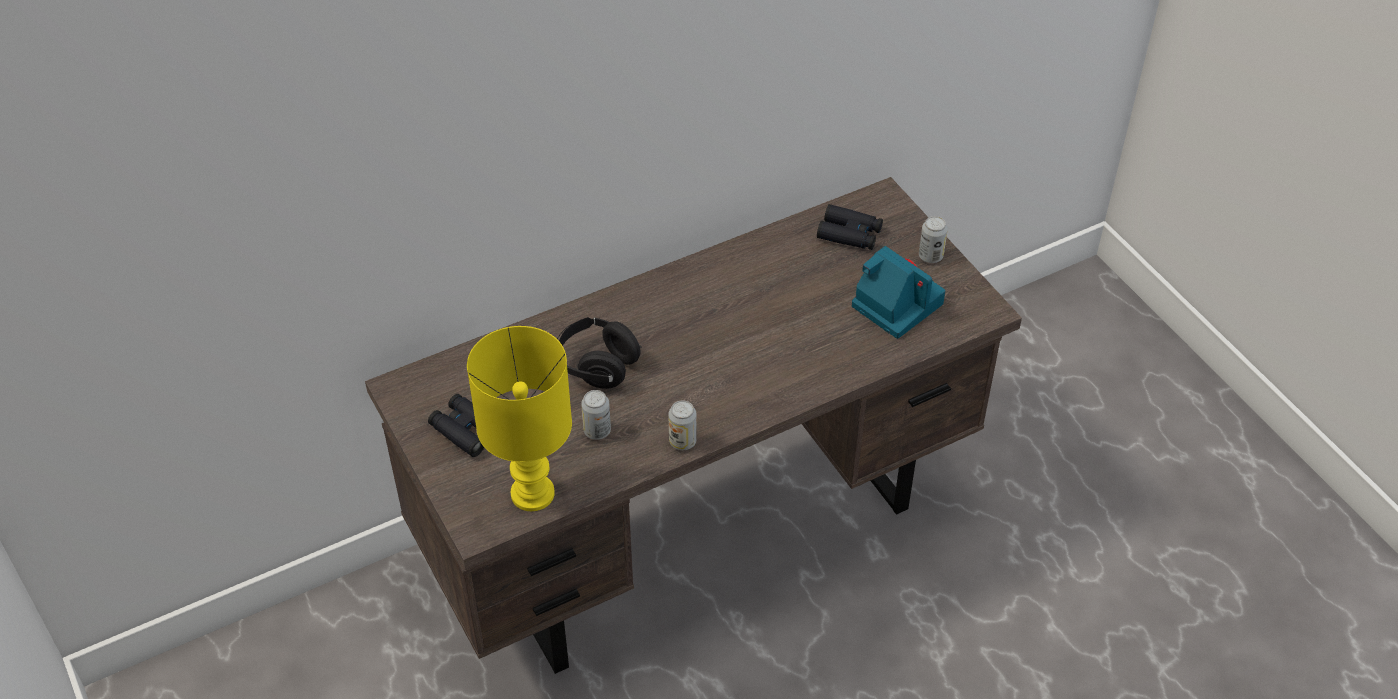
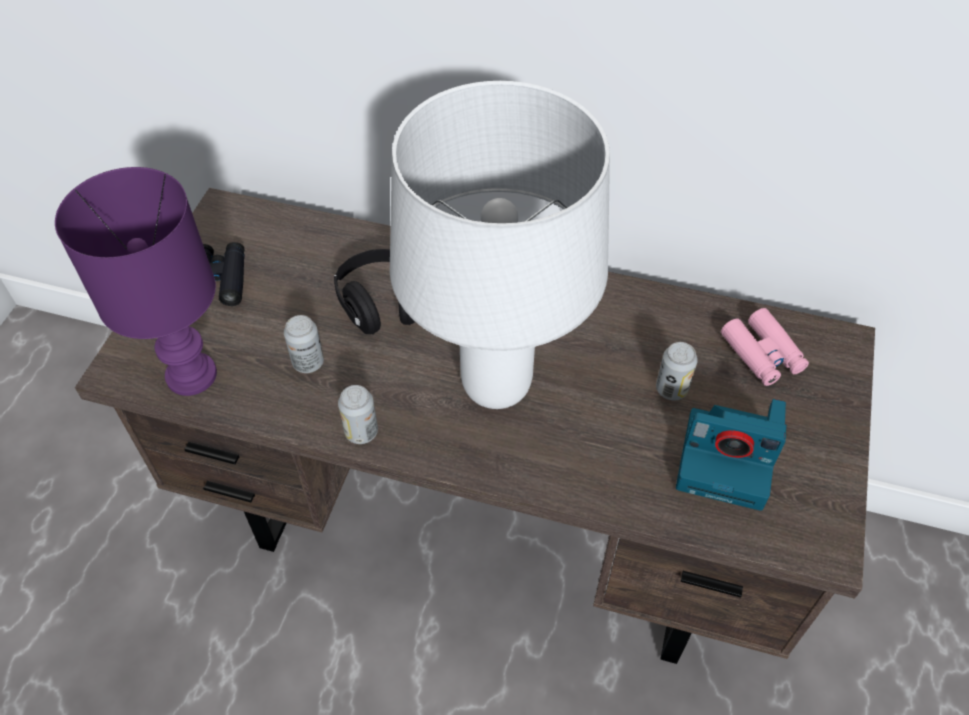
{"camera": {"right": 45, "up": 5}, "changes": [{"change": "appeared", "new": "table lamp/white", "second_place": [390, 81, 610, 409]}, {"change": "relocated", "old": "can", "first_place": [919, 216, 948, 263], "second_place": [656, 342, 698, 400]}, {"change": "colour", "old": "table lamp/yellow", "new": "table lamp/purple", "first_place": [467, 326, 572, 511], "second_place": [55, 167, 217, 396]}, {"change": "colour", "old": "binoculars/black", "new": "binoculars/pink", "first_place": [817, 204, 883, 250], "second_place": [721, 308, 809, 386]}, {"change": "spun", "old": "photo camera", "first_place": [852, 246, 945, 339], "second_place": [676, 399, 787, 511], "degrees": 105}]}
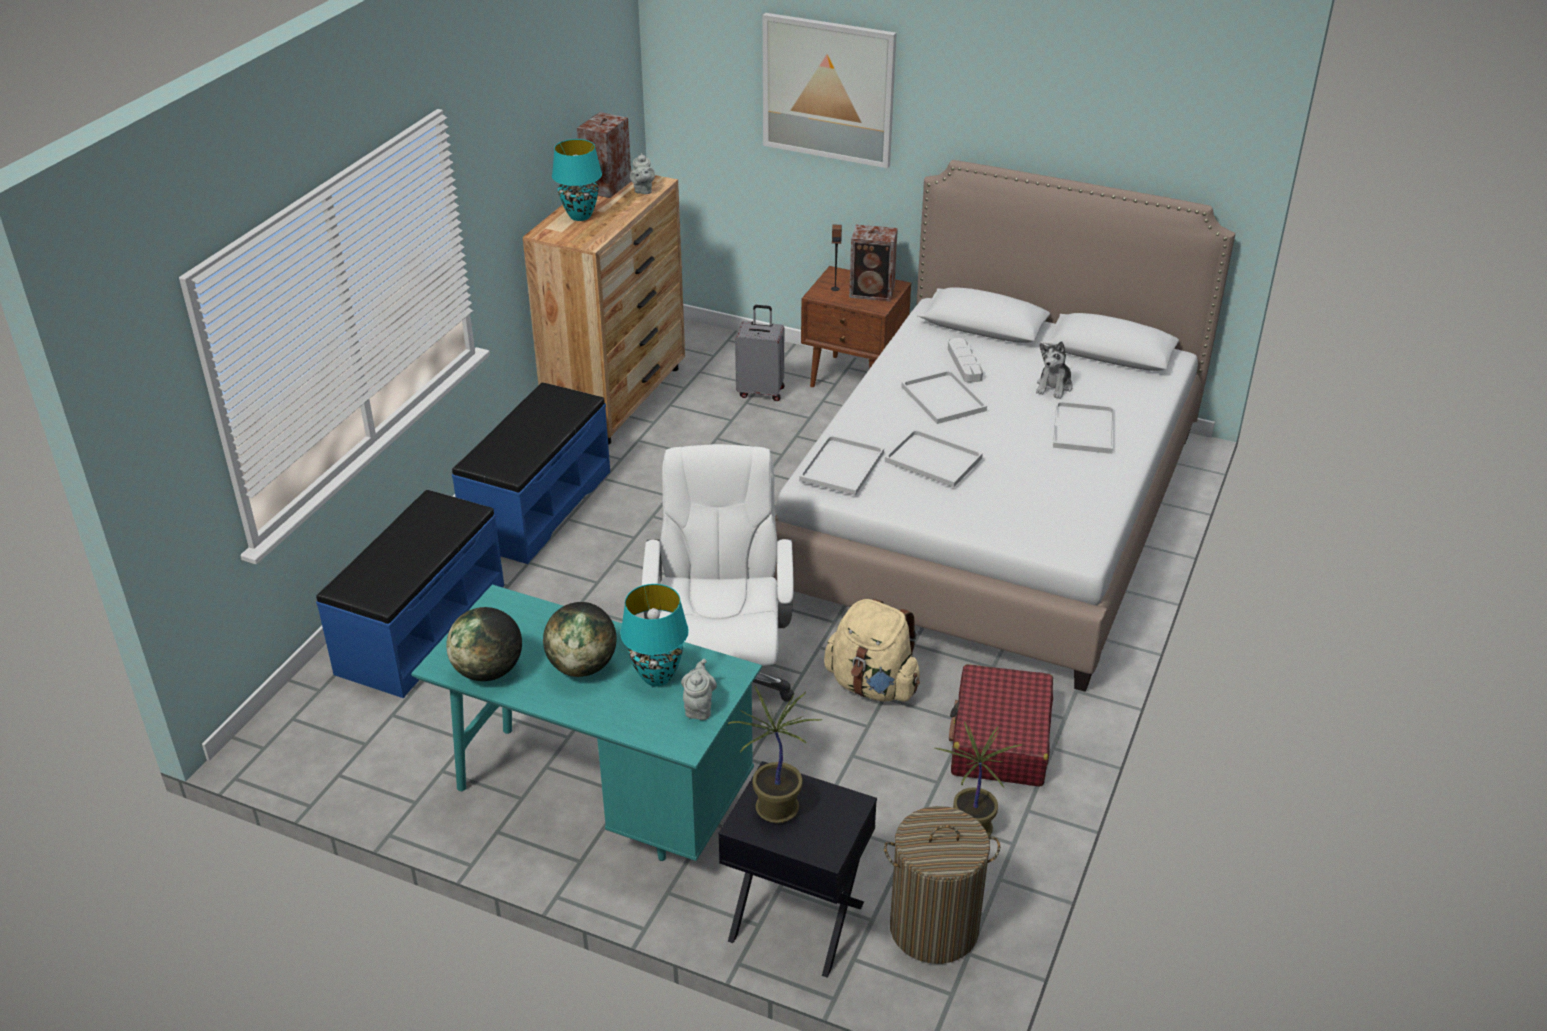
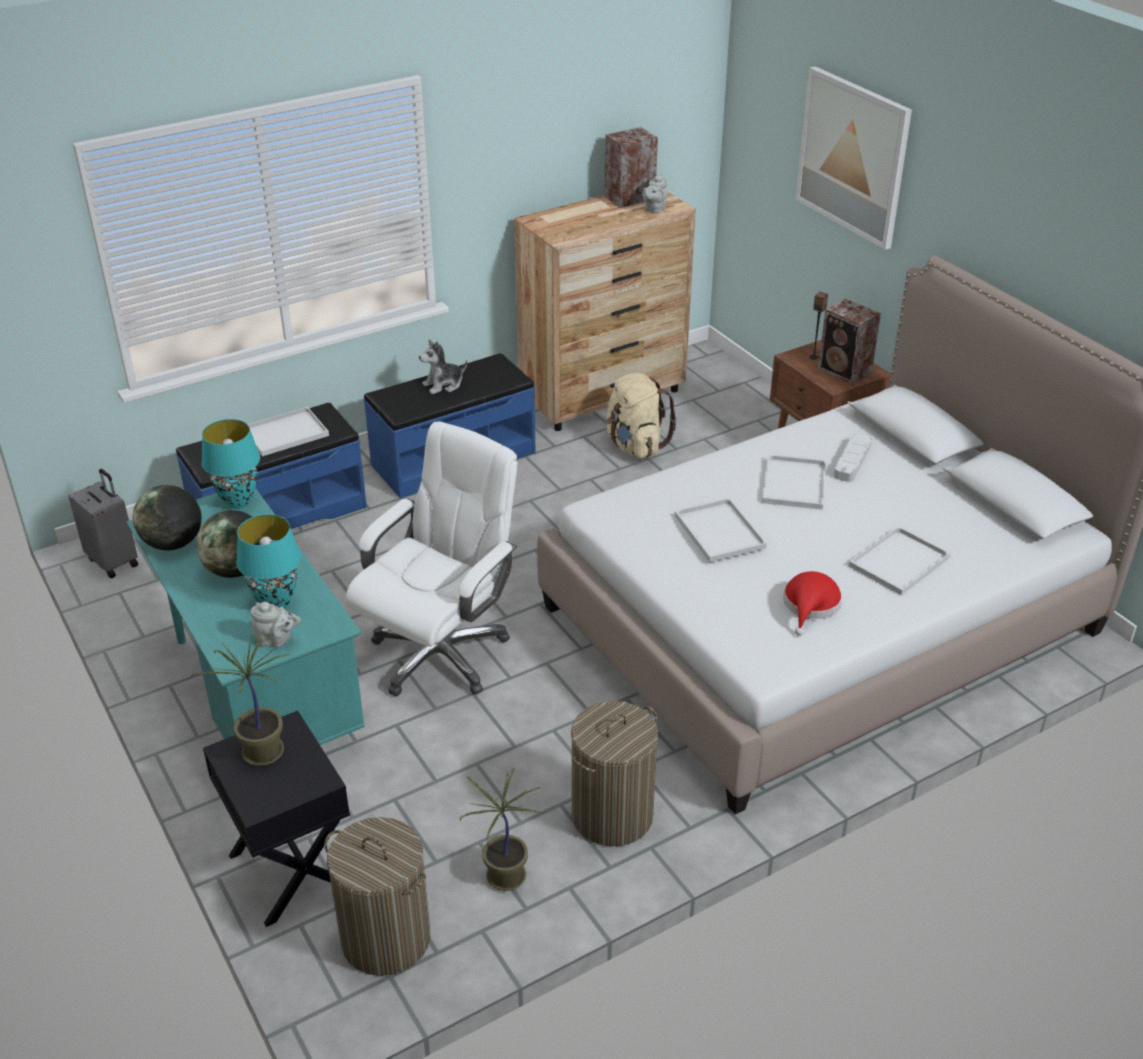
{"camera": {"right": 35, "up": 0}, "changes": [{"change": "appeared", "new": "hat/red", "second_place": [783, 571, 842, 636]}, {"change": "relocated", "old": "table lamp/turquoise", "first_place": [552, 139, 602, 221], "second_place": [202, 419, 260, 509]}, {"change": "relocated", "old": "suitcase/grey", "first_place": [735, 305, 785, 401], "second_place": [68, 469, 138, 578]}, {"change": "relocated", "old": "tray/white", "first_place": [799, 435, 884, 496], "second_place": [248, 407, 329, 456]}, {"change": "relocated", "old": "backpack/beige", "first_place": [824, 599, 920, 702], "second_place": [606, 373, 677, 459]}, {"change": "relocated", "old": "plush toy", "first_place": [1036, 341, 1073, 399], "second_place": [419, 339, 467, 394]}, {"change": "exchanged", "old": "suitcase/red", "new": "laundry basket", "first_place": [949, 664, 1053, 787], "second_place": [571, 701, 658, 846]}, {"change": "spun", "old": "teapot/grey", "first_place": [681, 659, 717, 720], "second_place": [251, 602, 301, 648], "degrees": 60}]}
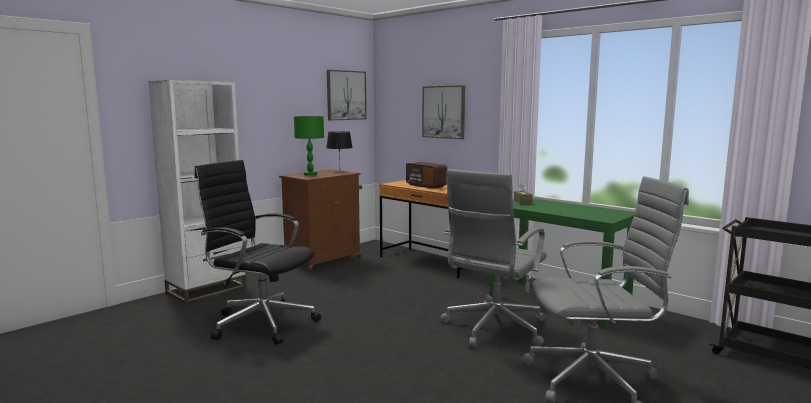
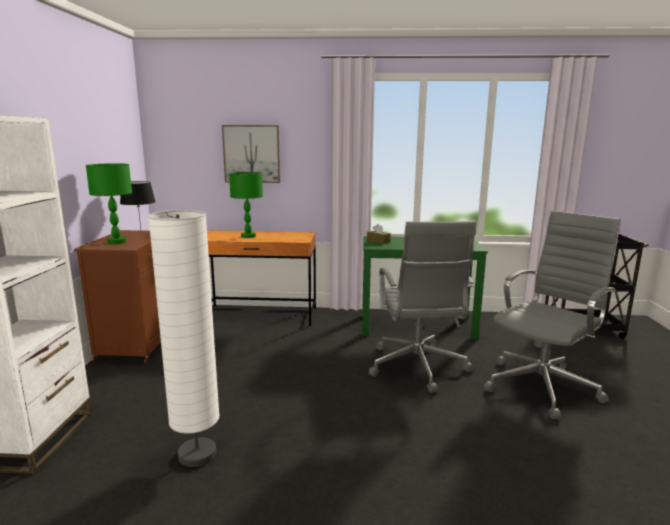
{"camera": {"right": -40, "up": 5}, "changes": [{"change": "missing", "old": "picture", "first_place": [327, 70, 367, 120]}, {"change": "exchanged", "old": "office chair/black", "new": "floor lamp/white", "first_place": [195, 160, 321, 345], "second_place": [148, 210, 220, 467]}, {"change": "exchanged", "old": "radio", "new": "table lamp/green", "first_place": [406, 162, 447, 189], "second_place": [229, 172, 263, 238]}]}
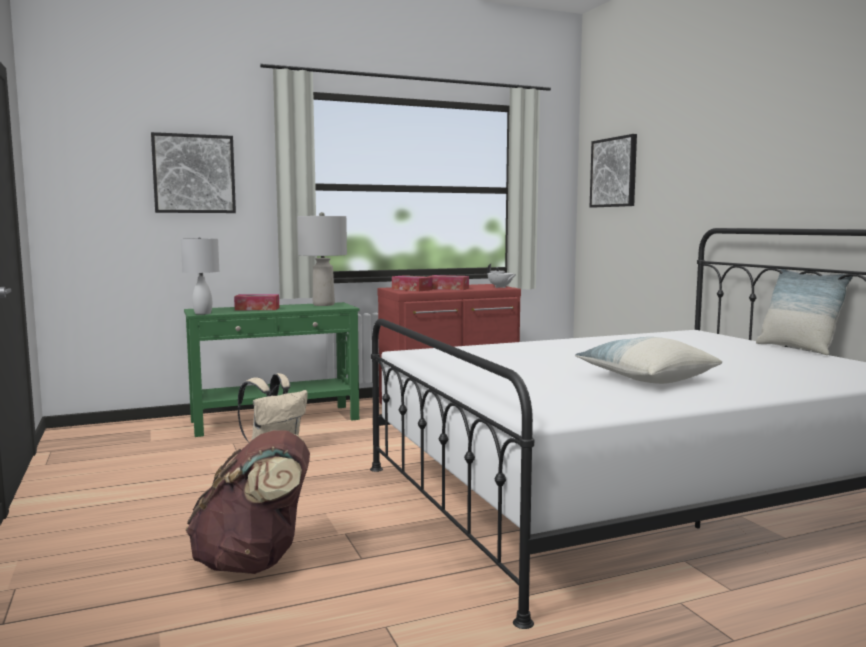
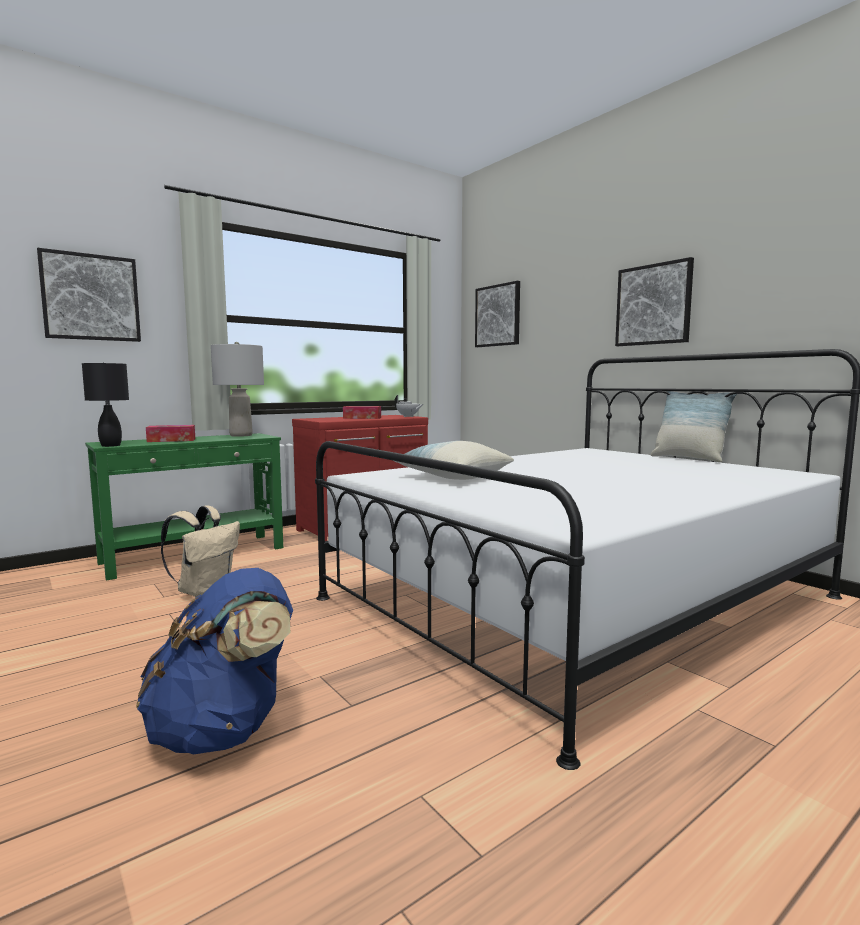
{"camera": {"right": -15, "up": 0}, "changes": [{"change": "missing", "old": "tissue box", "first_place": [392, 275, 432, 291]}, {"change": "appeared", "new": "picture", "second_place": [615, 257, 694, 346]}, {"change": "relocated", "old": "pillow", "first_place": [575, 337, 722, 384], "second_place": [392, 441, 514, 480]}, {"change": "colour", "old": "table lamp/white", "new": "table lamp/black", "first_place": [181, 237, 219, 315], "second_place": [82, 362, 129, 447]}, {"change": "colour", "old": "backpack/brown", "new": "backpack/blue", "first_place": [186, 430, 310, 574], "second_place": [136, 568, 293, 754]}]}
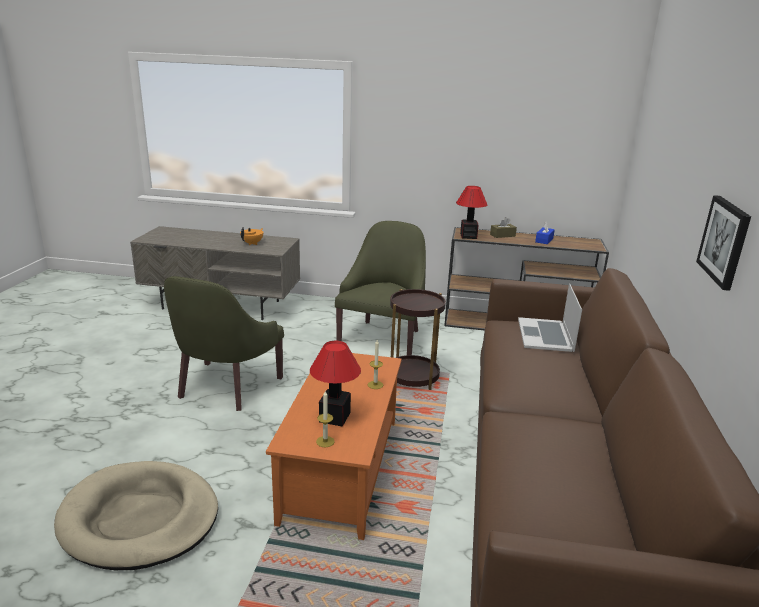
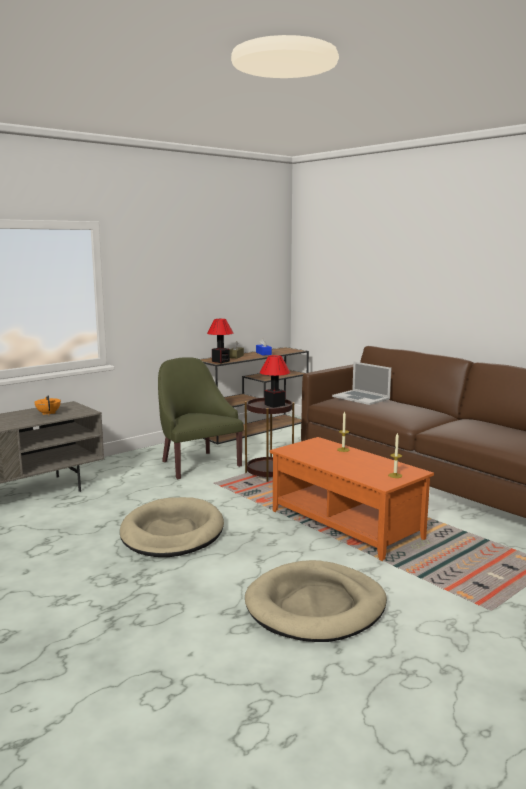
{"camera": {"right": -50, "up": -10}, "changes": [{"change": "missing", "old": "picture", "first_place": [696, 195, 751, 291]}, {"change": "relocated", "old": "table lamp", "first_place": [310, 341, 361, 426], "second_place": [260, 355, 290, 408]}, {"change": "exchanged", "old": "armchair/green", "new": "dog bed/beige", "first_place": [164, 276, 284, 411], "second_place": [120, 497, 224, 557]}]}
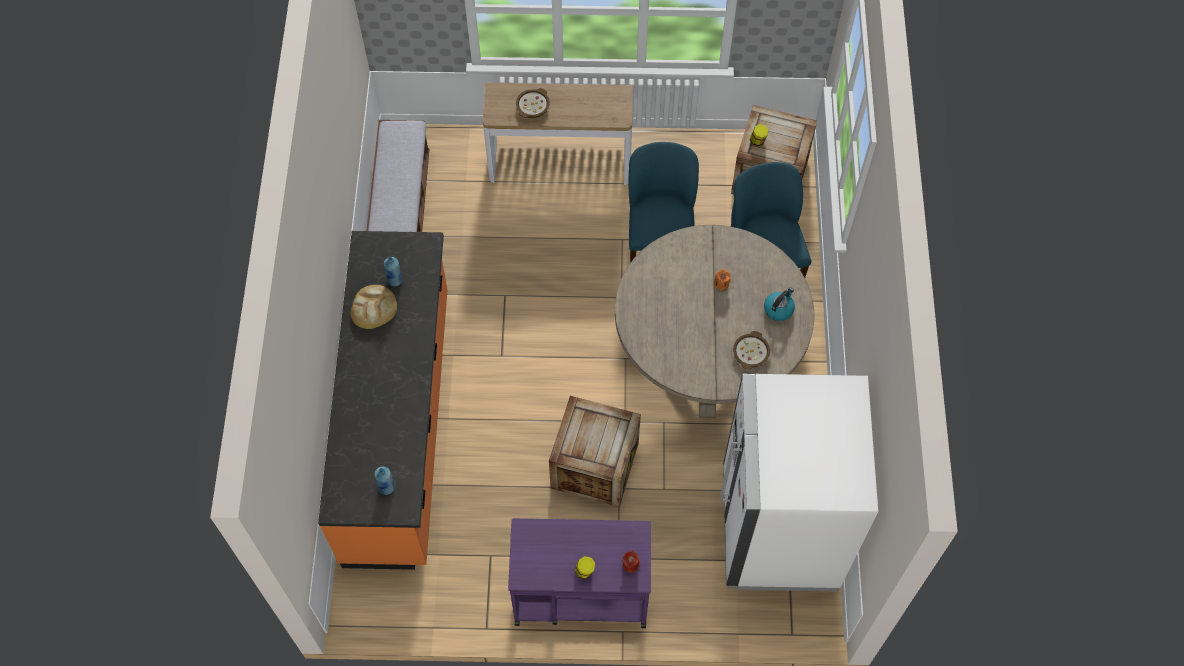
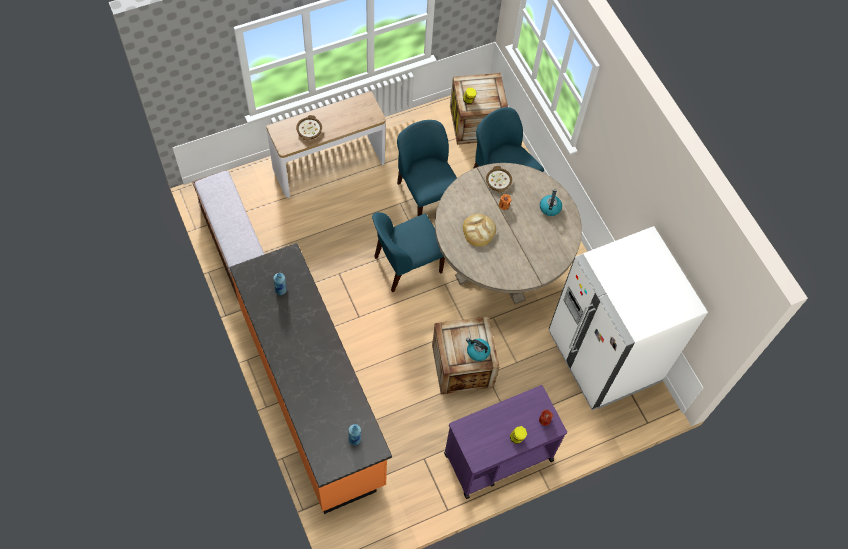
{"camera": {"right": -30, "up": 0}, "changes": [{"change": "appeared", "new": "chair/blue", "second_place": [372, 212, 445, 292]}, {"change": "appeared", "new": "kettle", "second_place": [466, 338, 491, 361]}, {"change": "relocated", "old": "bread", "first_place": [351, 285, 397, 329], "second_place": [463, 214, 496, 247]}, {"change": "relocated", "old": "bowl", "first_place": [733, 331, 770, 370], "second_place": [486, 166, 512, 193]}]}
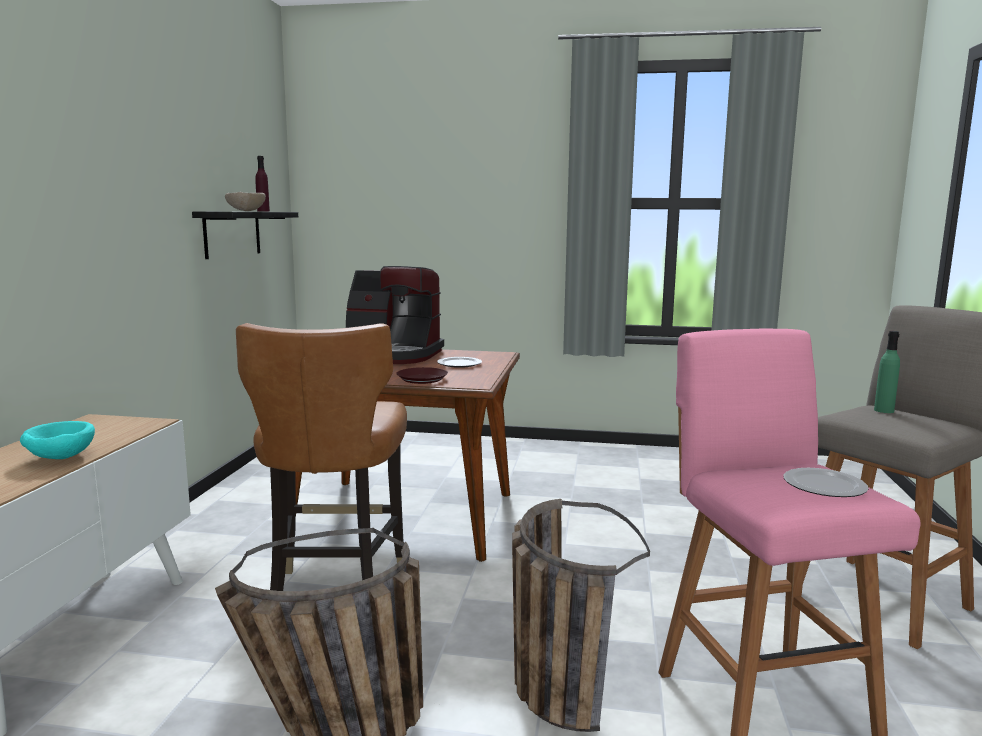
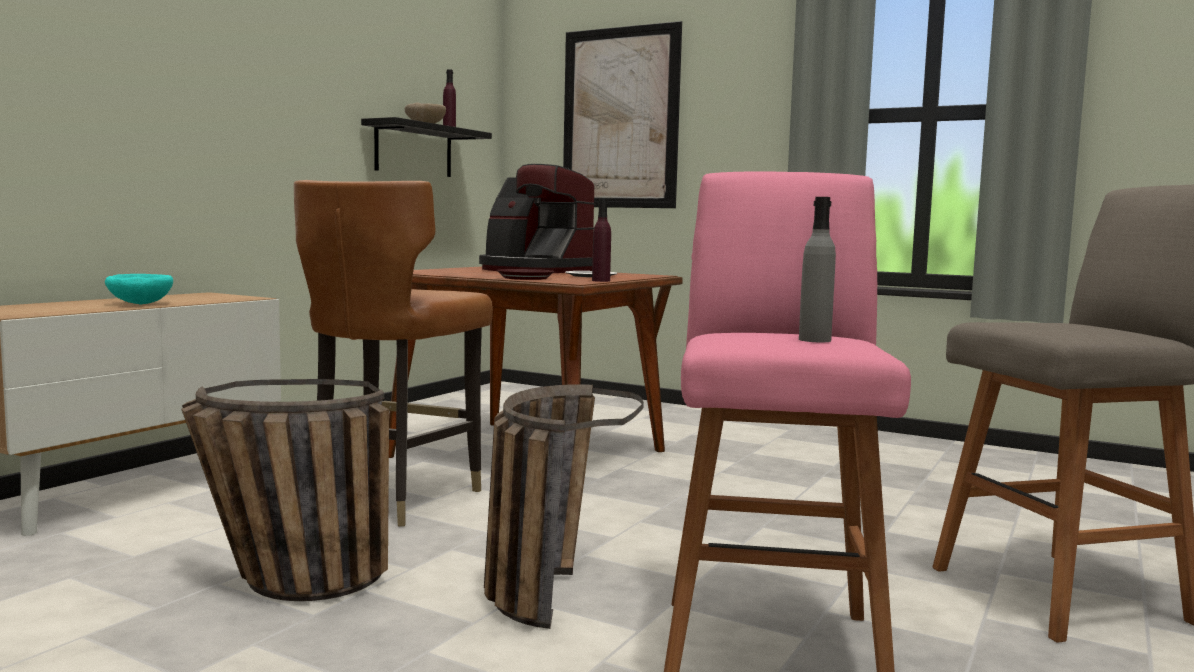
{"camera": {"right": 20, "up": -5}, "changes": [{"change": "missing", "old": "bottle/green", "first_place": [874, 331, 900, 413]}, {"change": "appeared", "new": "picture", "second_place": [563, 21, 682, 208]}, {"change": "appeared", "new": "bottle/purple", "second_place": [592, 199, 611, 282]}, {"change": "exchanged", "old": "plate", "new": "bottle/grey", "first_place": [784, 468, 869, 497], "second_place": [799, 197, 836, 342]}]}
